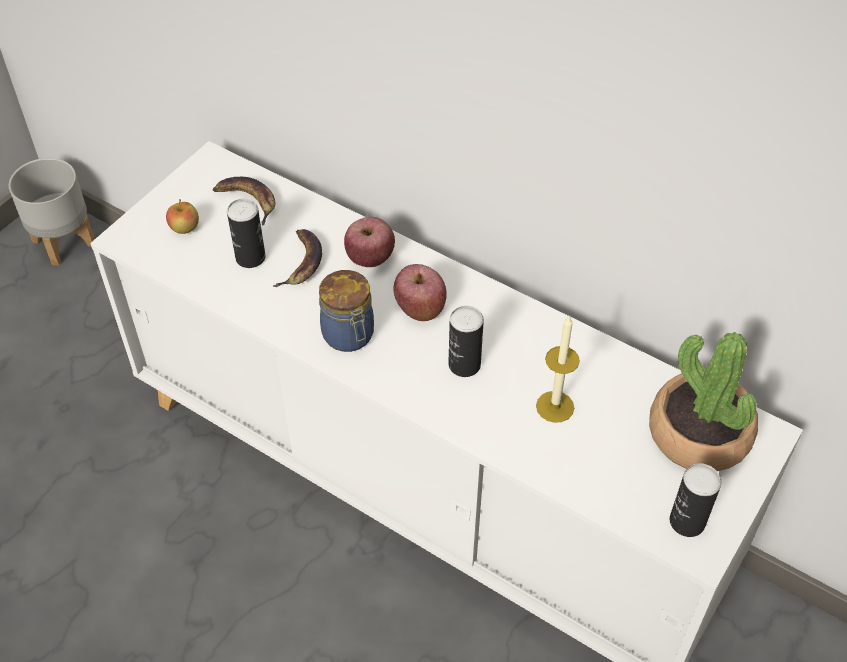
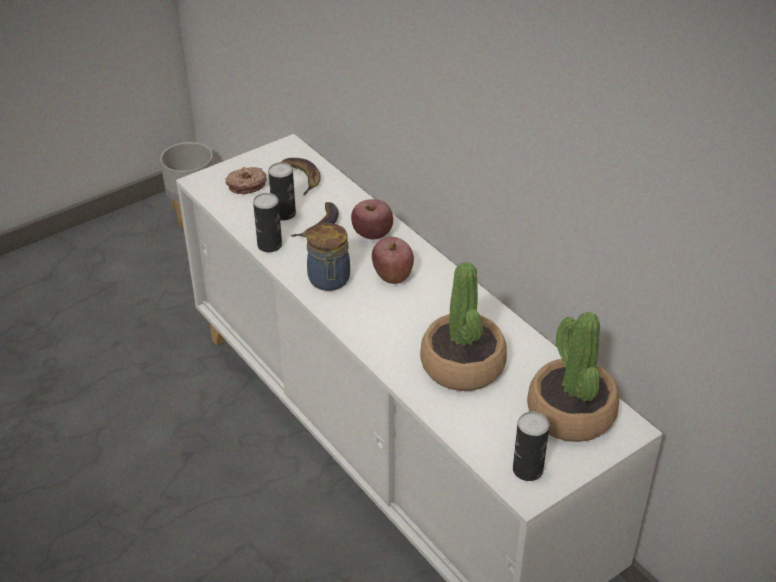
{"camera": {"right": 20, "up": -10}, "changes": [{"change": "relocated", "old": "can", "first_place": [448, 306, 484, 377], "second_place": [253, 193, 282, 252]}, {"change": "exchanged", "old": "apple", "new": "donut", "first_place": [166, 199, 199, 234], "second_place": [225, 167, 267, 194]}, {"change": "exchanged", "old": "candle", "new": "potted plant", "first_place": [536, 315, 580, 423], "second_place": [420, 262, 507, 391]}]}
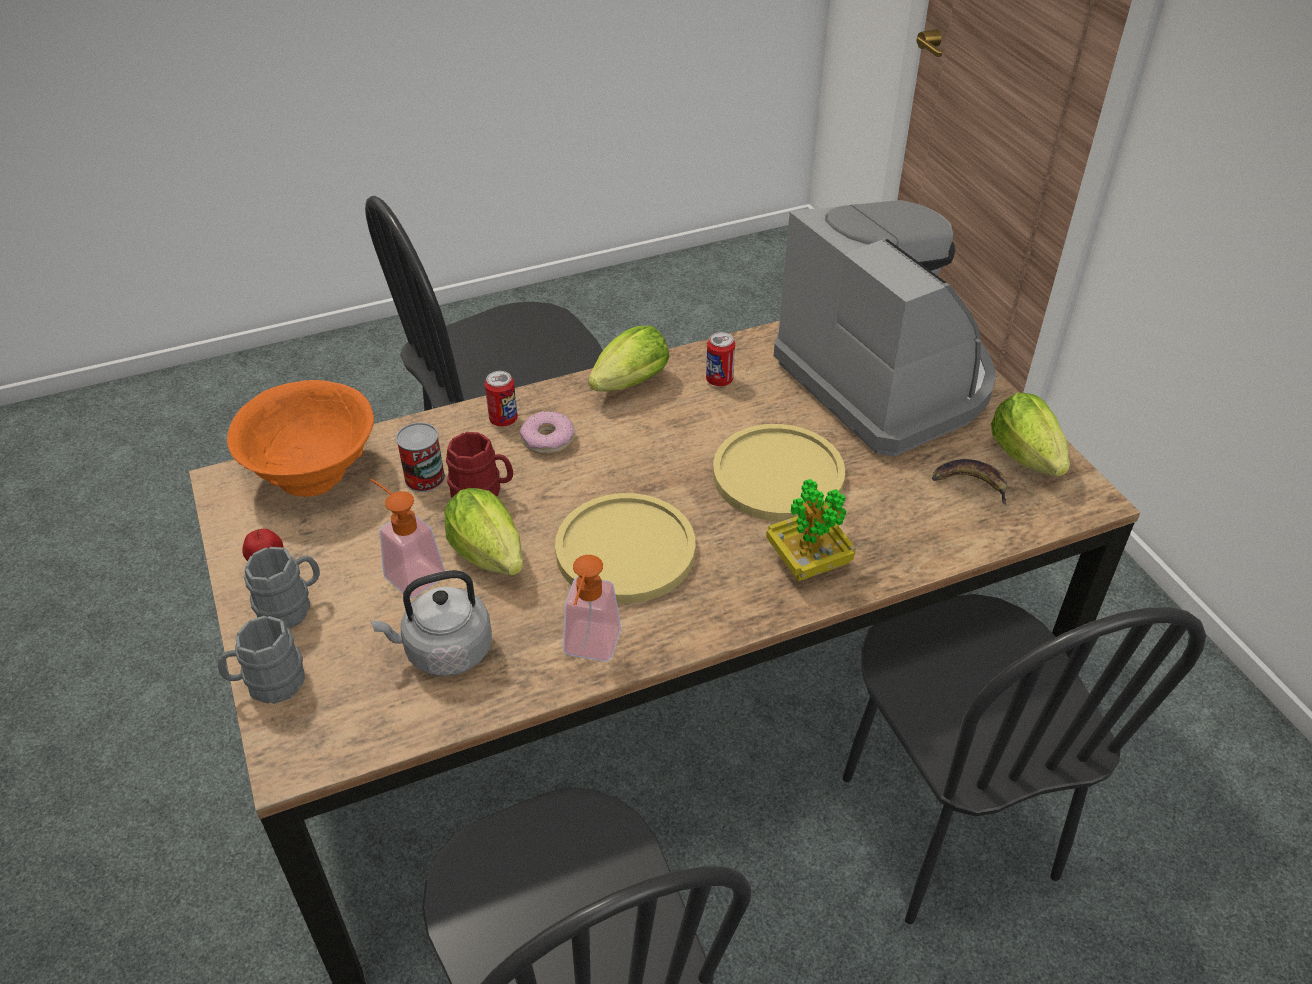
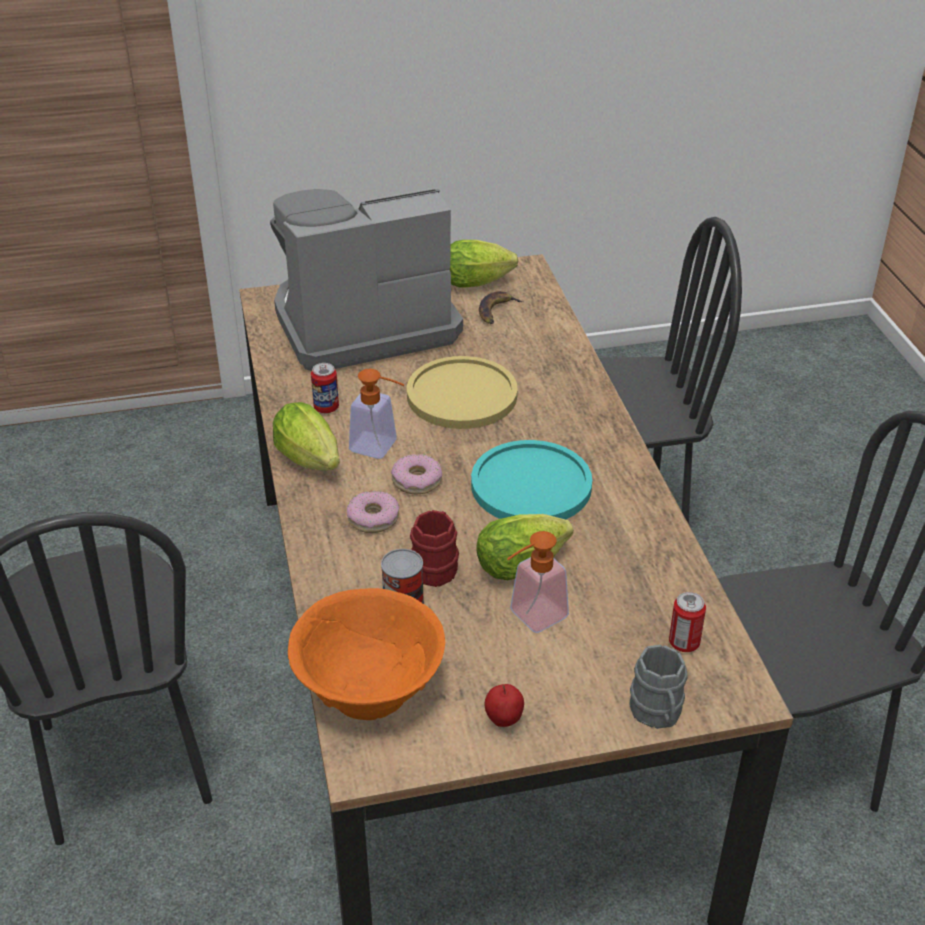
{"camera": {"right": -80, "up": -5}, "changes": [{"change": "missing", "old": "mug/grey", "first_place": [244, 547, 320, 629]}, {"change": "missing", "old": "kettle/grey", "first_place": [371, 570, 492, 677]}, {"change": "missing", "old": "potted plant", "first_place": [766, 479, 856, 581]}, {"change": "appeared", "new": "donut", "second_place": [391, 454, 442, 494]}, {"change": "relocated", "old": "can", "first_place": [485, 371, 518, 427], "second_place": [669, 592, 706, 652]}, {"change": "relocated", "old": "soap dispenser", "first_place": [563, 555, 621, 661], "second_place": [349, 368, 405, 459]}, {"change": "colour", "old": "plate/yellow", "new": "plate/turquoise", "first_place": [555, 493, 696, 603], "second_place": [471, 440, 592, 520]}]}
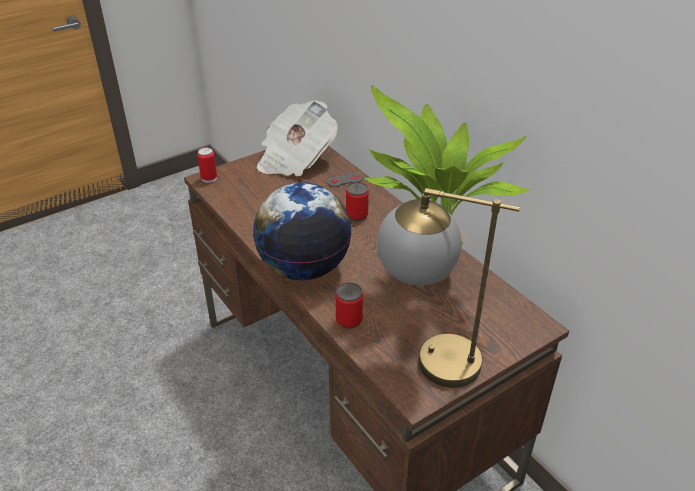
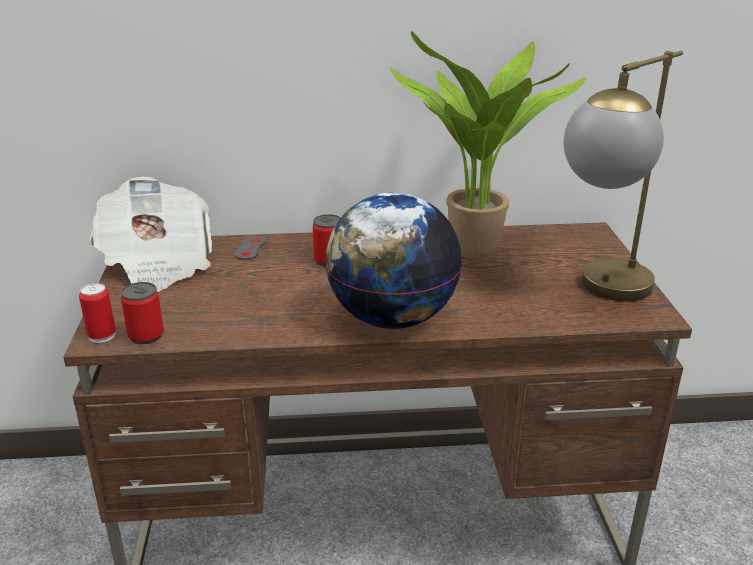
{"camera": {"right": -60, "up": -10}, "changes": [{"change": "relocated", "old": "can", "first_place": [336, 283, 363, 329], "second_place": [121, 282, 164, 344]}]}
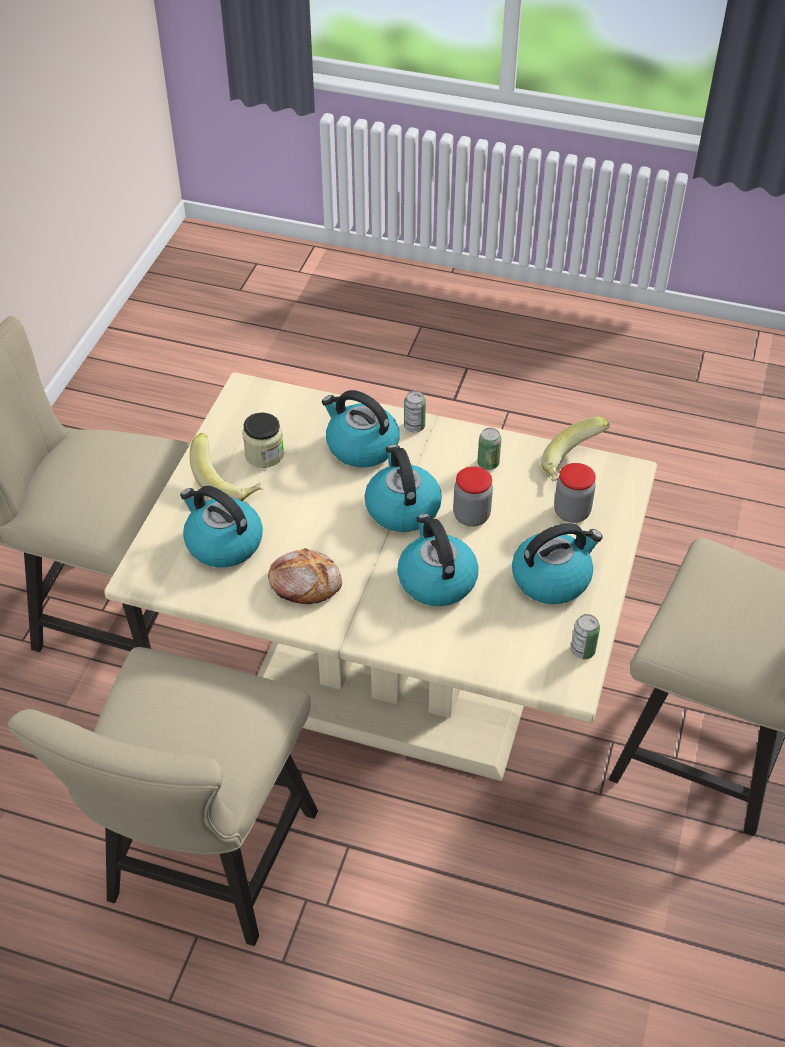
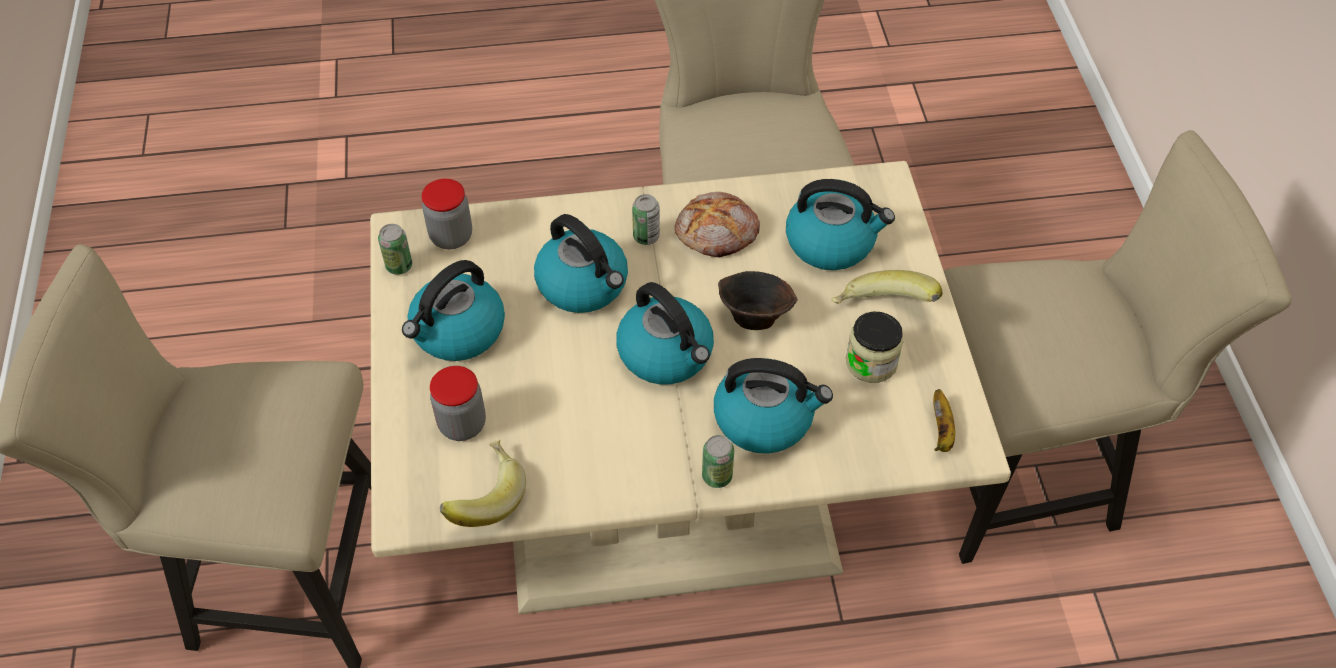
{"camera": {"right": 155, "up": 5}, "changes": [{"change": "appeared", "new": "bowl/brown", "second_place": [718, 271, 798, 330]}, {"change": "appeared", "new": "banana", "second_place": [933, 389, 955, 452]}, {"change": "relocated", "old": "jar", "first_place": [453, 466, 493, 527], "second_place": [422, 179, 472, 249]}, {"change": "relocated", "old": "can", "first_place": [477, 428, 501, 470], "second_place": [632, 194, 660, 245]}]}
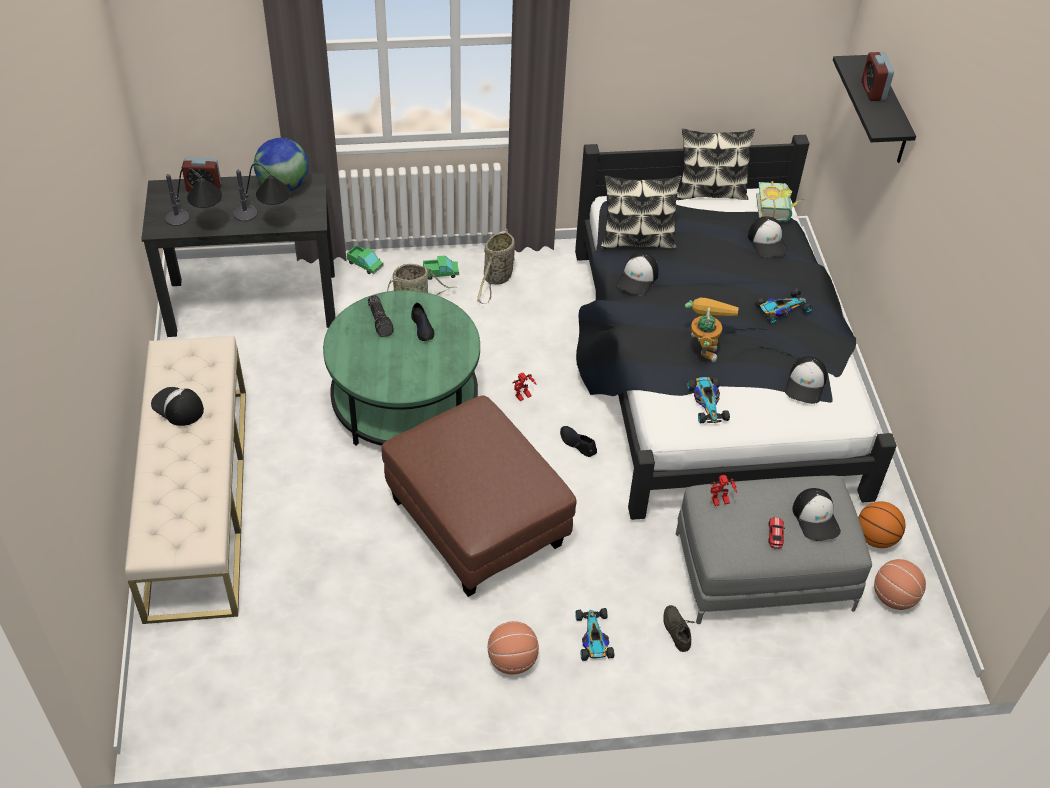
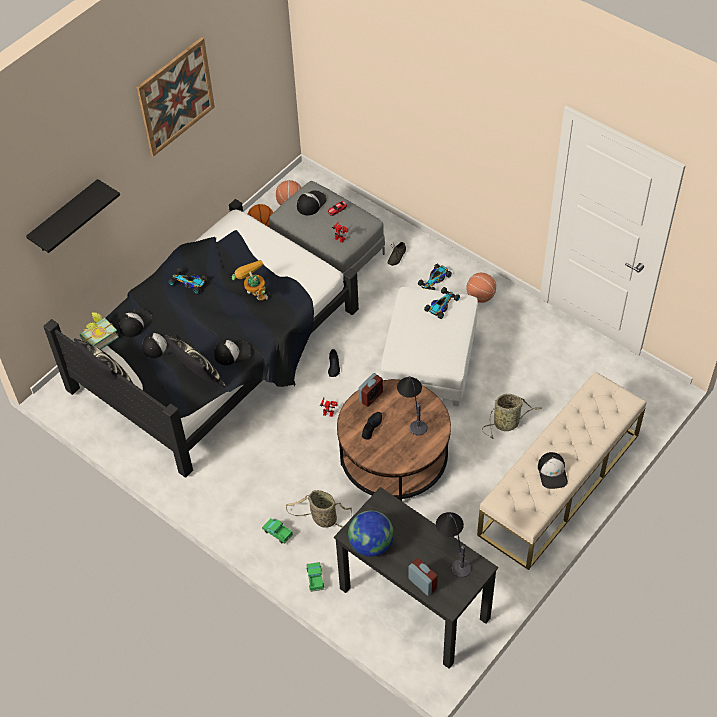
{"camera": {"right": -130, "up": 5}, "changes": [{"change": "missing", "old": "flashlight", "first_place": [368, 295, 394, 337]}, {"change": "appeared", "new": "picture", "second_place": [136, 37, 215, 157]}, {"change": "relocated", "old": "table lamp", "first_place": [233, 163, 291, 221], "second_place": [397, 376, 427, 436]}, {"change": "relocated", "old": "basket", "first_place": [477, 228, 515, 304], "second_place": [482, 394, 542, 439]}, {"change": "relocated", "old": "toy car", "first_place": [688, 377, 730, 423], "second_place": [424, 287, 460, 319]}, {"change": "relocated", "old": "cap", "first_place": [785, 356, 827, 404], "second_place": [142, 333, 177, 358]}, {"change": "relocated", "old": "alarm clock", "first_place": [861, 52, 894, 101], "second_place": [358, 373, 383, 407]}, {"change": "colour", "old": "coffee table/green", "new": "coffee table/brown", "first_place": [323, 290, 480, 446], "second_place": [337, 379, 451, 501]}, {"change": "colour", "old": "ottoman/brown", "new": "ottoman/white", "first_place": [382, 395, 577, 597], "second_place": [381, 287, 478, 406]}, {"change": "spun", "old": "toy robot", "first_place": [685, 298, 739, 362], "second_place": [232, 260, 268, 300], "degrees": 90}]}
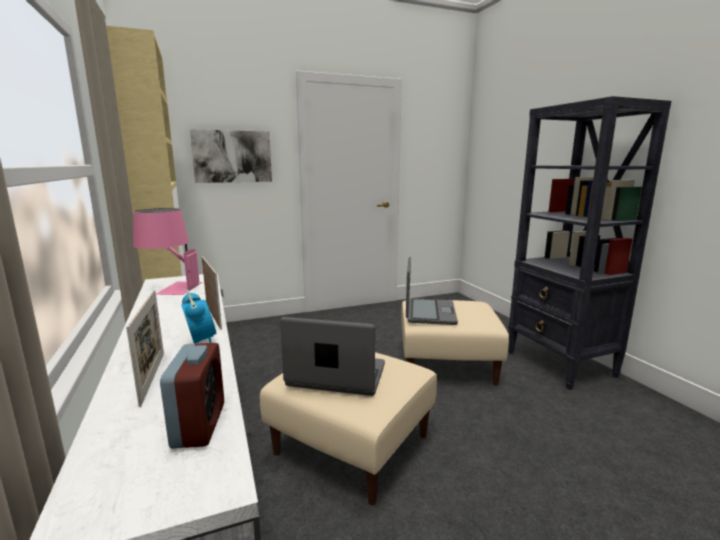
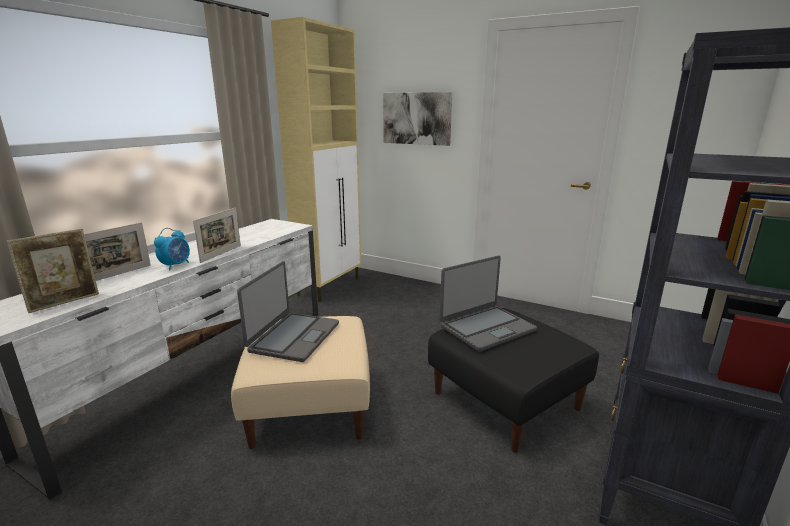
{"camera": {"right": 50, "up": 5}, "changes": [{"change": "missing", "old": "table lamp/pink", "first_place": [133, 208, 203, 295]}, {"change": "exchanged", "old": "alarm clock", "new": "picture frame", "first_place": [160, 343, 224, 449], "second_place": [6, 229, 99, 313]}, {"change": "colour", "old": "ottoman/beige", "new": "ottoman/black", "first_place": [401, 300, 509, 386], "second_place": [428, 308, 599, 453]}, {"change": "spun", "old": "laptop", "first_place": [280, 317, 385, 396], "second_place": [237, 261, 339, 362], "degrees": 45}]}
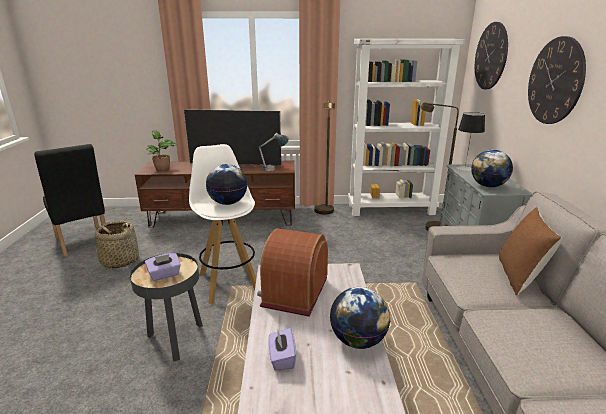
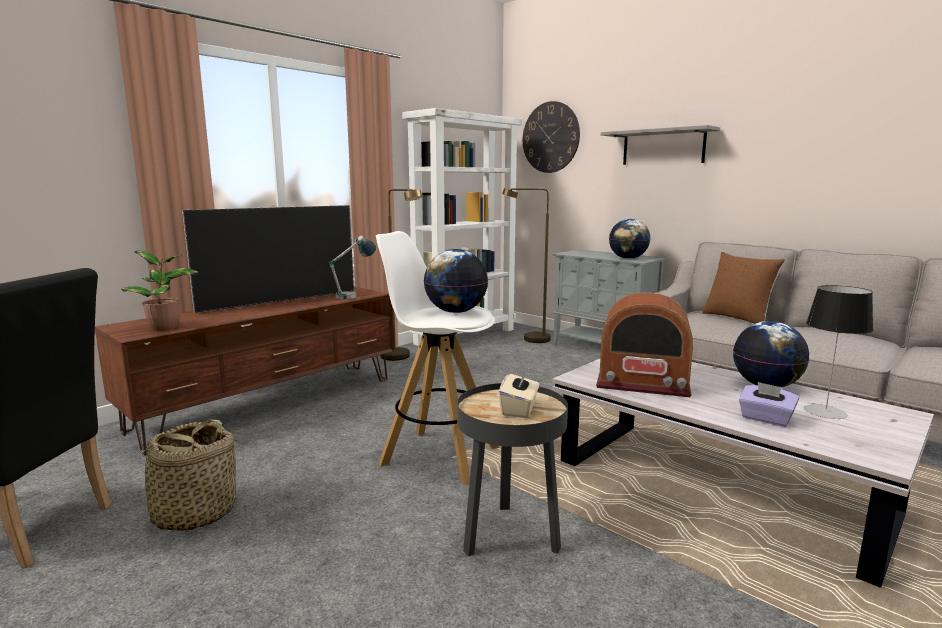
{"camera": {"right": -45, "up": -10}, "changes": [{"change": "relocated", "old": "table lamp", "first_place": [456, 112, 485, 171], "second_place": [804, 285, 873, 419]}, {"change": "exchanged", "old": "wall clock", "new": "shelf/grey", "first_place": [528, 36, 586, 124], "second_place": [601, 125, 720, 165]}, {"change": "colour", "old": "tissue box/purple", "new": "tissue box/beige", "first_place": [145, 253, 181, 281], "second_place": [499, 369, 539, 418]}, {"change": "spun", "old": "radio", "first_place": [257, 229, 328, 317], "second_place": [596, 293, 693, 397], "degrees": -45}]}
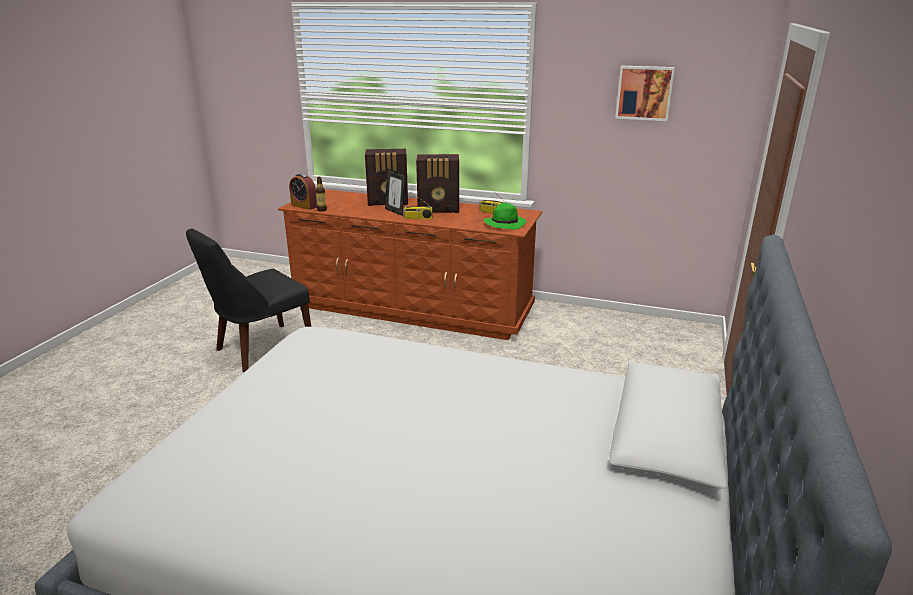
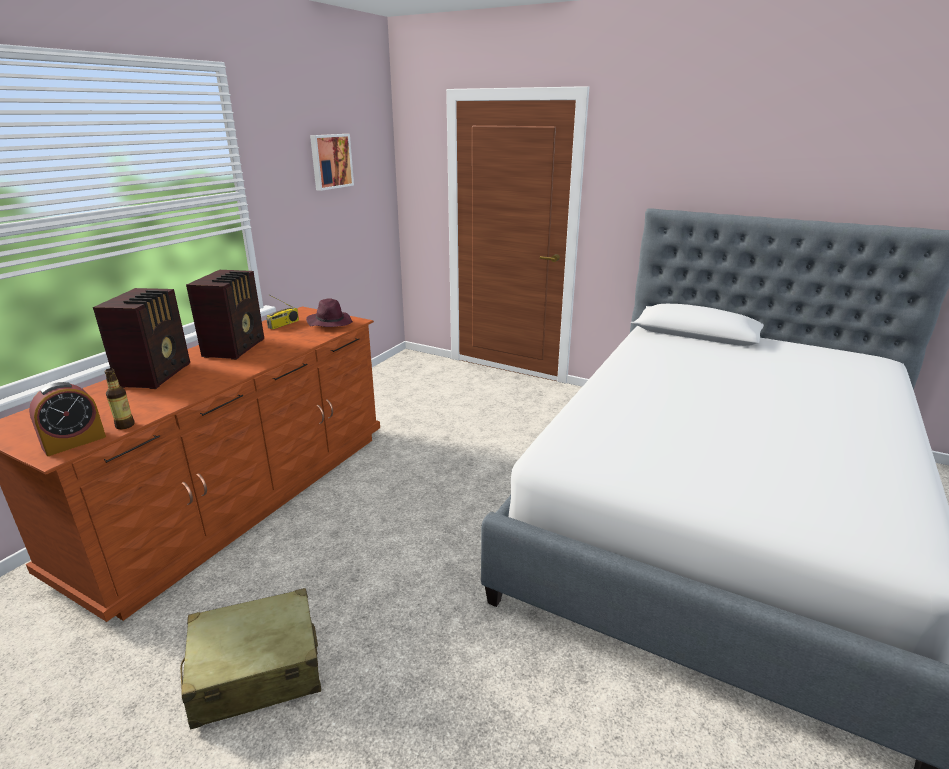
{"camera": {"right": -80, "up": 0}, "changes": [{"change": "missing", "old": "picture frame", "first_place": [385, 168, 405, 216]}, {"change": "missing", "old": "radio", "first_place": [403, 191, 432, 219]}, {"change": "exchanged", "old": "chair/black", "new": "suitcase/beige", "first_place": [186, 228, 311, 372], "second_place": [180, 588, 321, 730]}, {"change": "colour", "old": "hat/green", "new": "hat/purple", "first_place": [484, 203, 526, 230], "second_place": [306, 298, 353, 327]}]}
